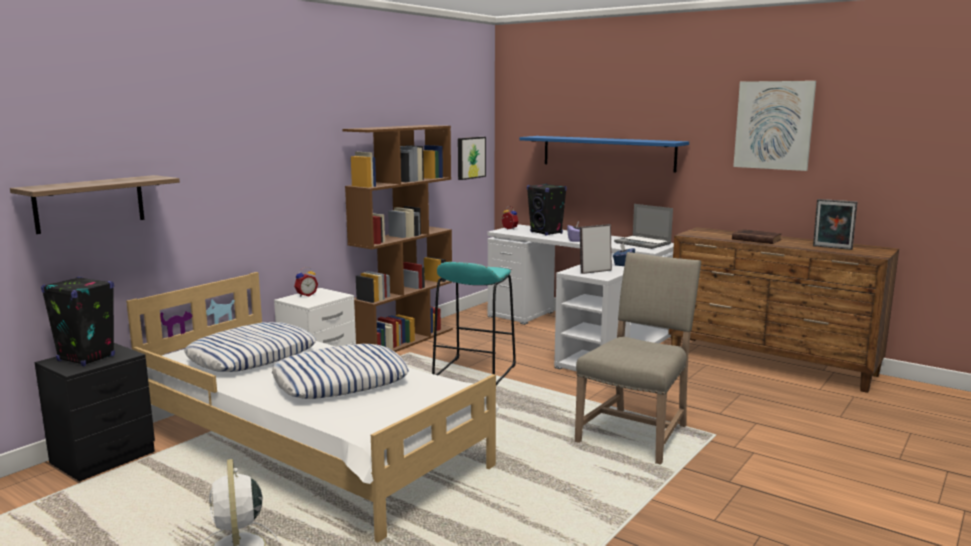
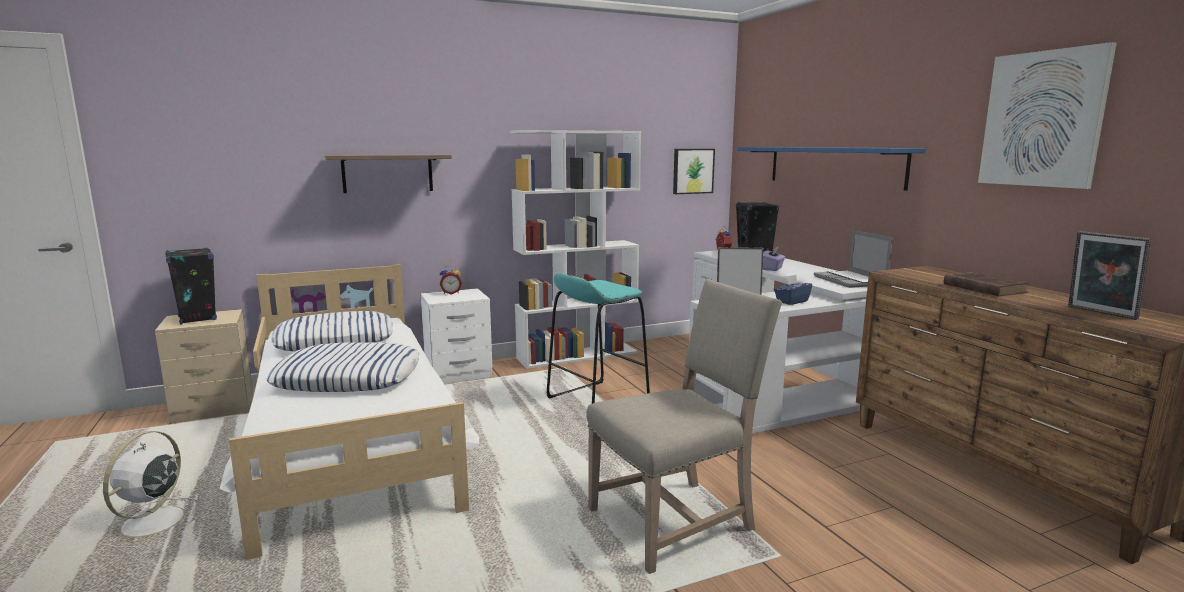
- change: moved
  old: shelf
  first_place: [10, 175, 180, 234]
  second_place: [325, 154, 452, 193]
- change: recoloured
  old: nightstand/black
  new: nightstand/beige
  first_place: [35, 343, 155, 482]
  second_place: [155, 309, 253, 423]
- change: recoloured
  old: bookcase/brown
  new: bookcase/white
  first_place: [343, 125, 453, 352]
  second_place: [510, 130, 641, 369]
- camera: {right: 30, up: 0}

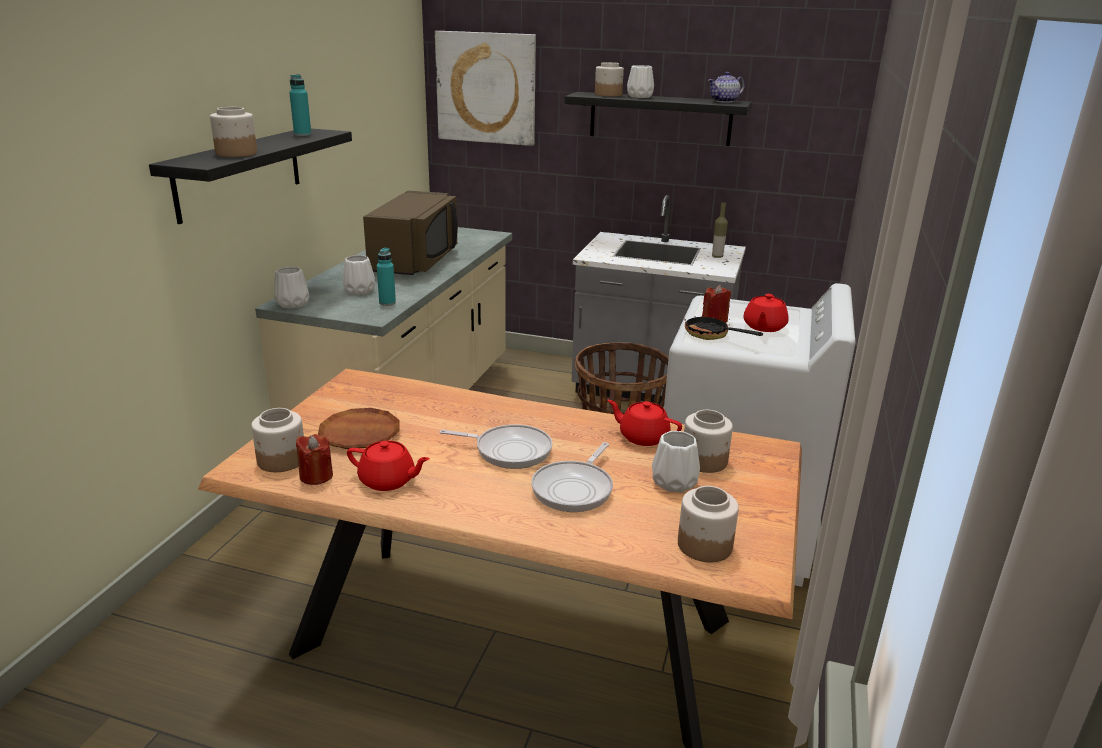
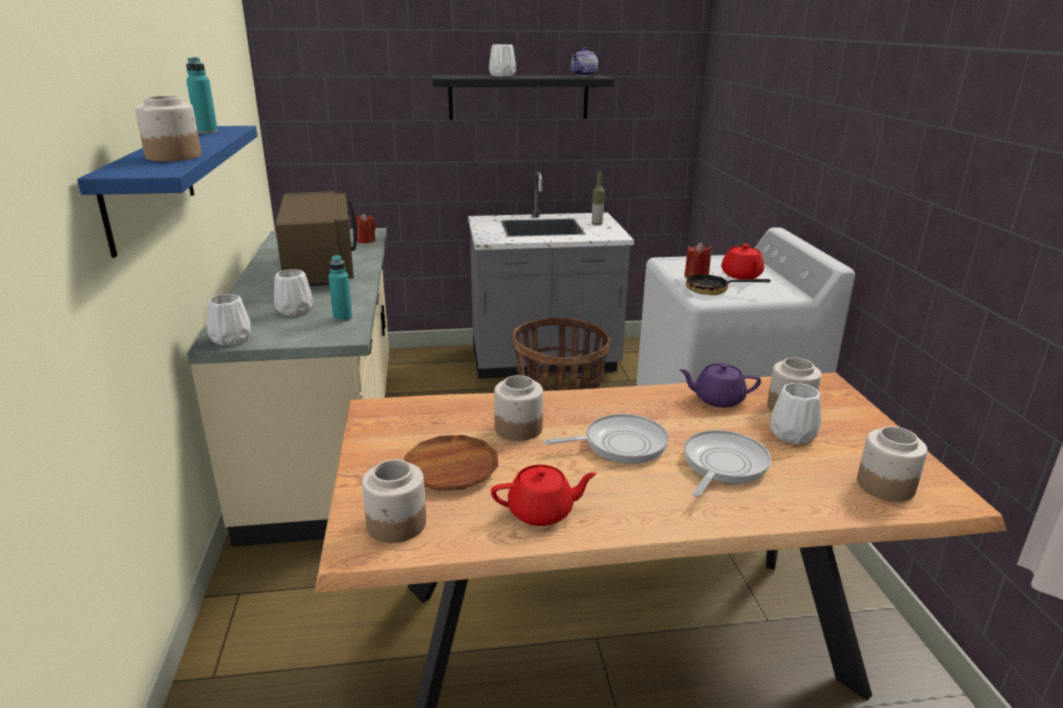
- change: recoloured
  old: shelf/black
  new: shelf/blue
  first_place: [149, 129, 352, 224]
  second_place: [77, 126, 257, 258]
- change: moved
  old: candle/red
  first_place: [296, 434, 333, 485]
  second_place: [355, 213, 376, 243]
- change: removed
  old: picture
  first_place: [435, 31, 536, 146]
- change: turned
  old: frying pan
  first_place: [531, 442, 613, 512]
  second_place: [684, 430, 771, 497]
  degrees: -150
- change: moved
  old: jar
  first_place: [595, 62, 624, 97]
  second_place: [494, 375, 543, 441]
- change: recoloured
  old: teapot/red
  new: teapot/purple
  first_place: [607, 400, 682, 446]
  second_place: [679, 363, 761, 408]
- camera: {right: -25, up: 0}

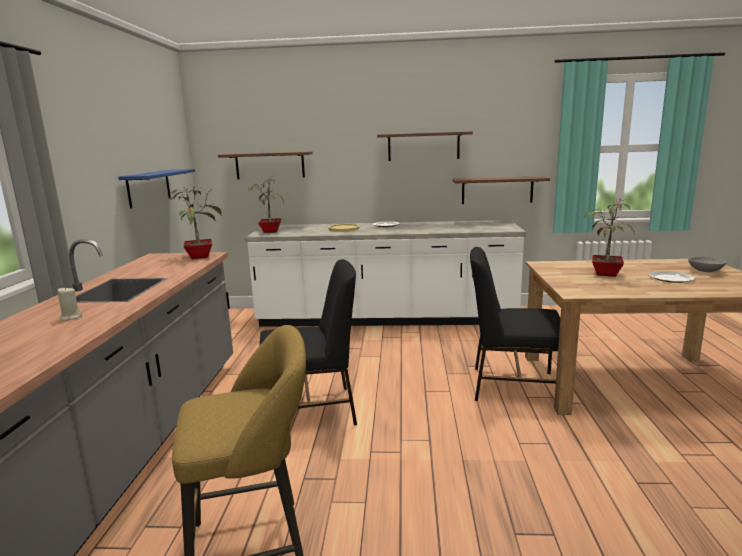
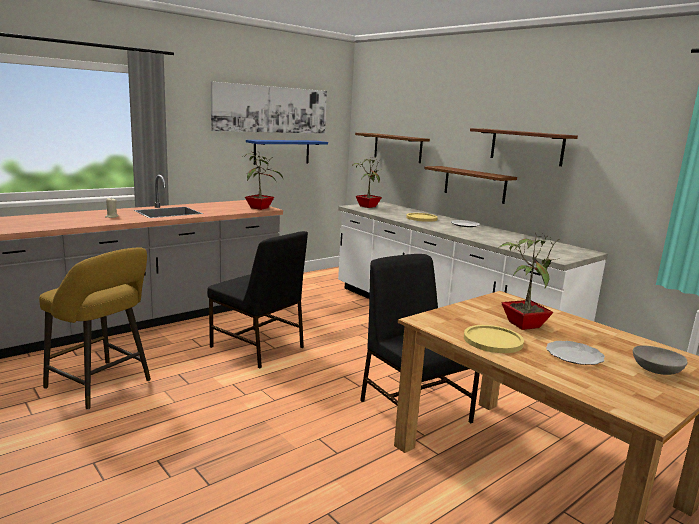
- change: moved
  old: shelf/brown
  first_place: [453, 176, 550, 204]
  second_place: [424, 166, 517, 204]
- change: added
  new: picture
  second_place: [211, 82, 327, 134]
- change: added
  new: plate/yellow
  second_place: [464, 325, 524, 353]
- camera: {right: 45, up: 0}

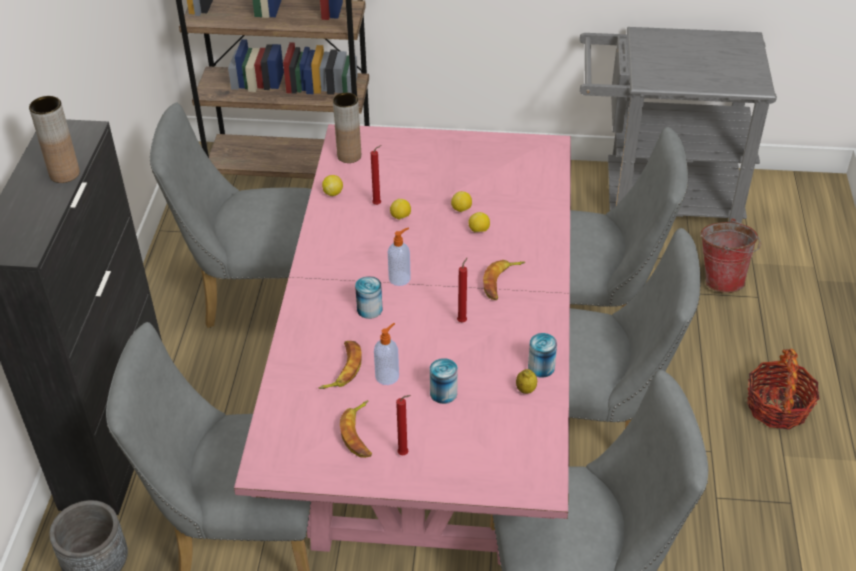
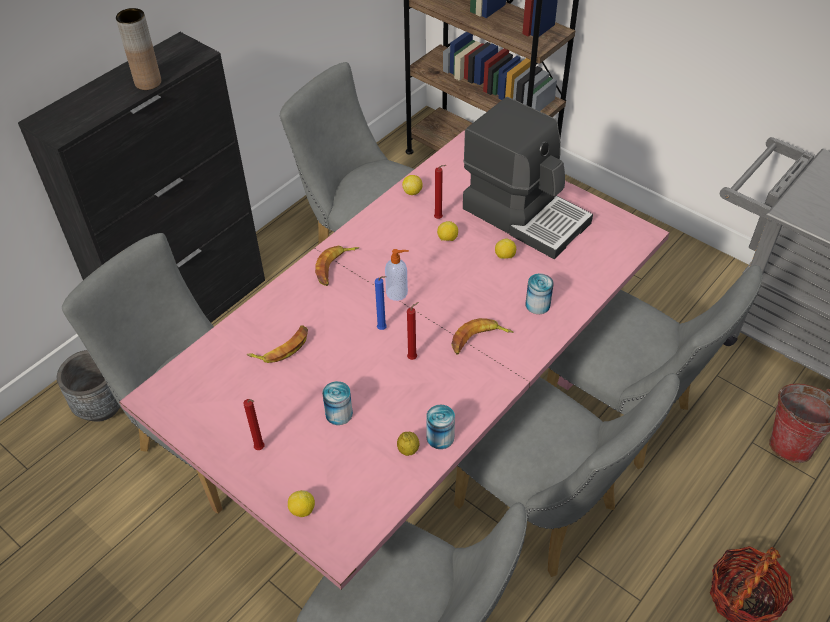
- change: removed
  old: vase/brown
  first_place: [333, 93, 361, 163]
- change: moved
  old: banana
  first_place: [340, 400, 372, 458]
  second_place: [315, 246, 359, 286]
- change: moved
  old: can
  first_place: [355, 276, 382, 319]
  second_place: [526, 273, 554, 314]
- change: removed
  old: soap dispenser
  first_place: [374, 323, 399, 385]
- change: moved
  old: lemon
  first_place: [468, 212, 490, 232]
  second_place: [288, 490, 315, 517]
- change: added
  new: candle/blue
  second_place: [375, 276, 387, 330]
- change: added
  new: coffee machine
  second_place: [463, 97, 593, 259]
- camera: {right: 35, up: 5}

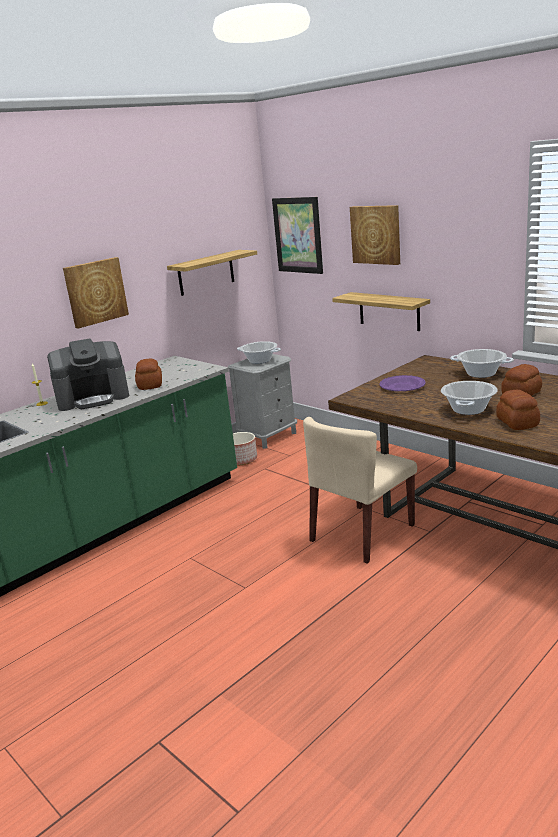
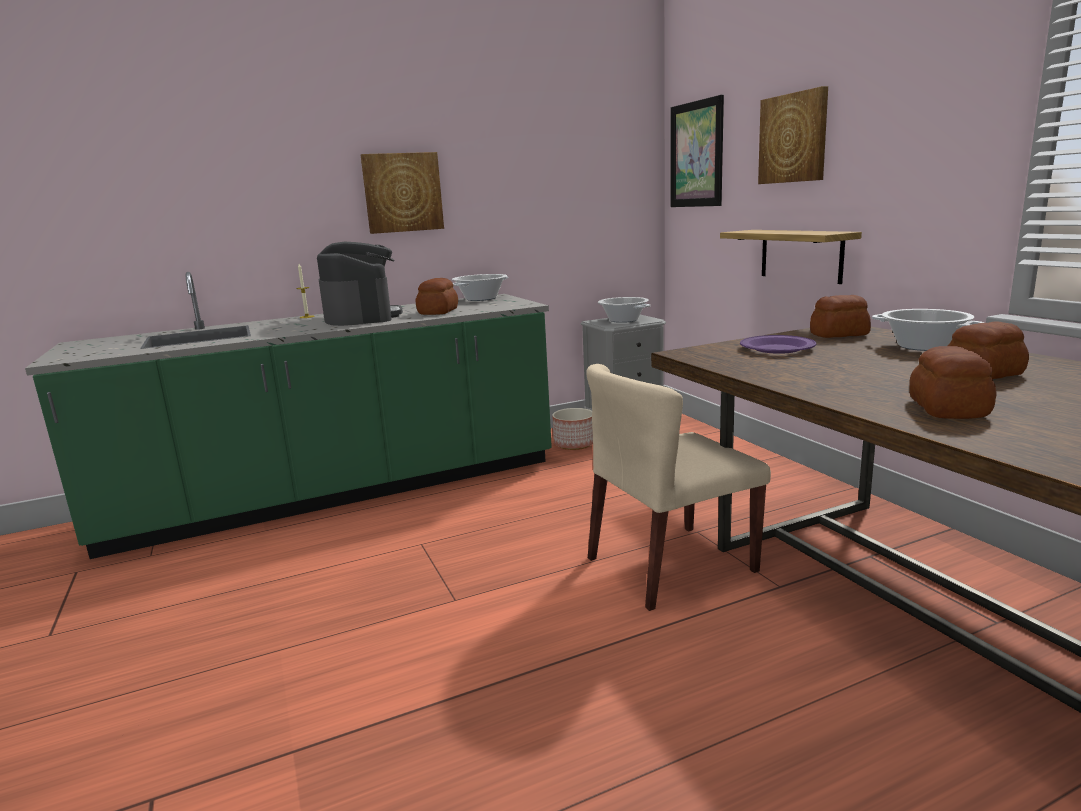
- change: turned
  old: coffee machine
  first_place: [47, 339, 129, 411]
  second_place: [317, 242, 403, 326]
  degrees: -105
- change: removed
  old: shelf
  first_place: [167, 250, 257, 296]
- change: moved
  old: cooking pot
  first_place: [441, 381, 498, 415]
  second_place: [452, 274, 508, 301]
- change: added
  new: bread
  second_place: [810, 295, 871, 338]
- camera: {right: 20, up: -5}

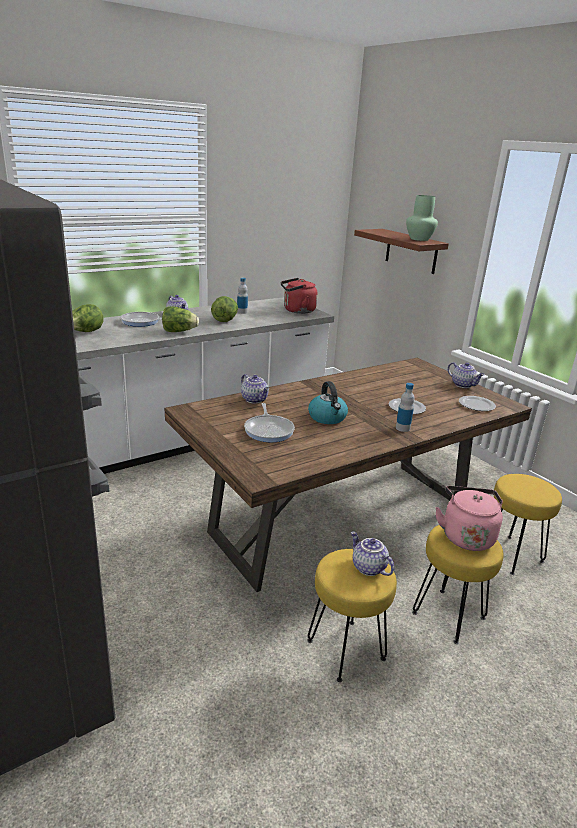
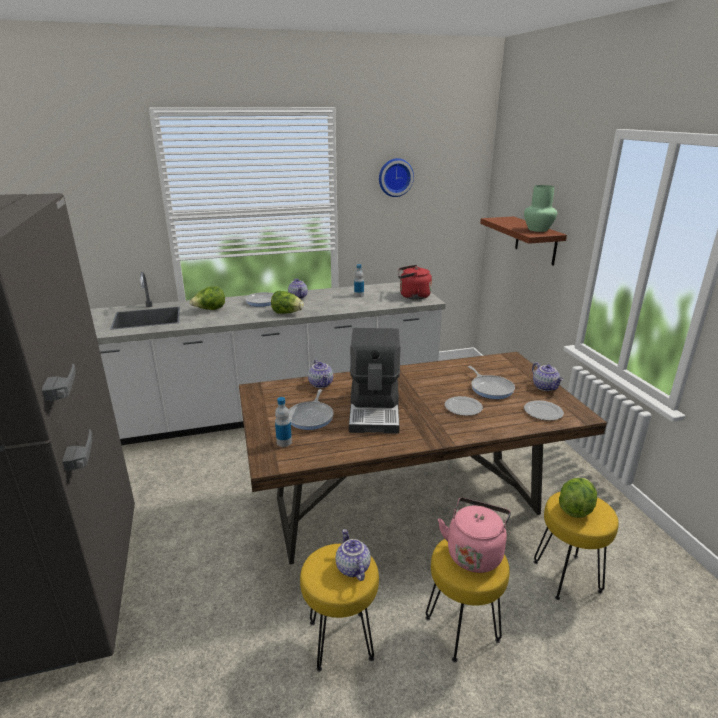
- change: moved
  old: lettuce
  first_place: [211, 296, 238, 322]
  second_place: [559, 478, 597, 518]
- change: replaced
  old: kettle
  new: coffee machine
  first_place: [308, 381, 348, 424]
  second_place: [349, 328, 400, 434]
- change: moved
  old: bottle
  first_place: [396, 383, 414, 432]
  second_place: [275, 397, 292, 447]
- change: added
  new: wall clock
  second_place: [379, 158, 414, 197]
- change: added
  new: frying pan
  second_place: [468, 366, 515, 399]
- camera: {right: 20, up: 0}

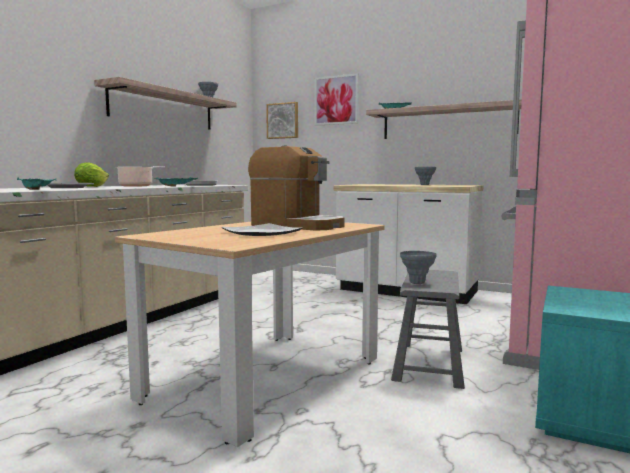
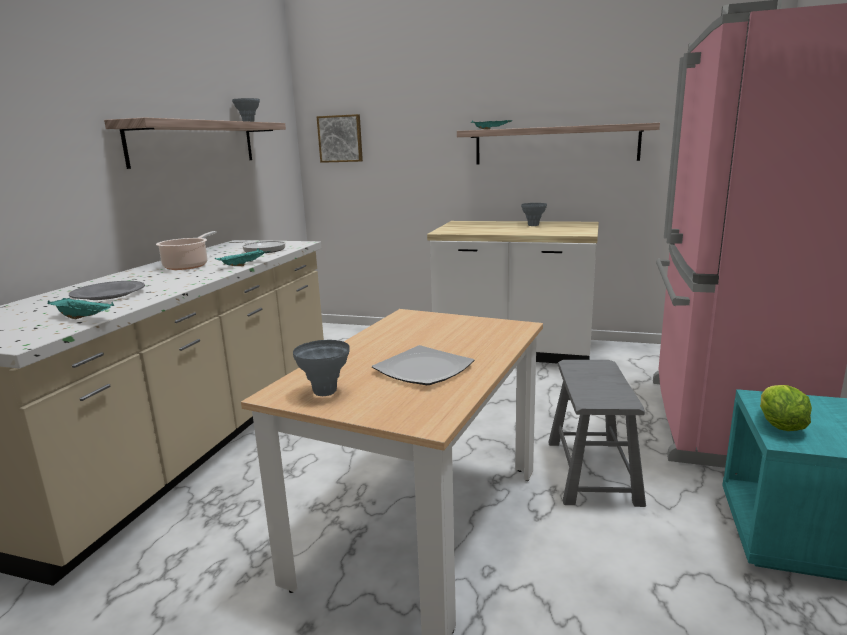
- change: moved
  old: lettuce
  first_place: [74, 162, 109, 187]
  second_place: [760, 385, 812, 431]
- change: removed
  old: coffee machine
  first_place: [248, 145, 344, 231]
- change: removed
  old: picture
  first_place: [314, 73, 359, 126]
- change: moved
  old: vase/grey
  first_place: [400, 251, 436, 284]
  second_place: [293, 340, 350, 396]
- camera: {right: -10, up: 10}

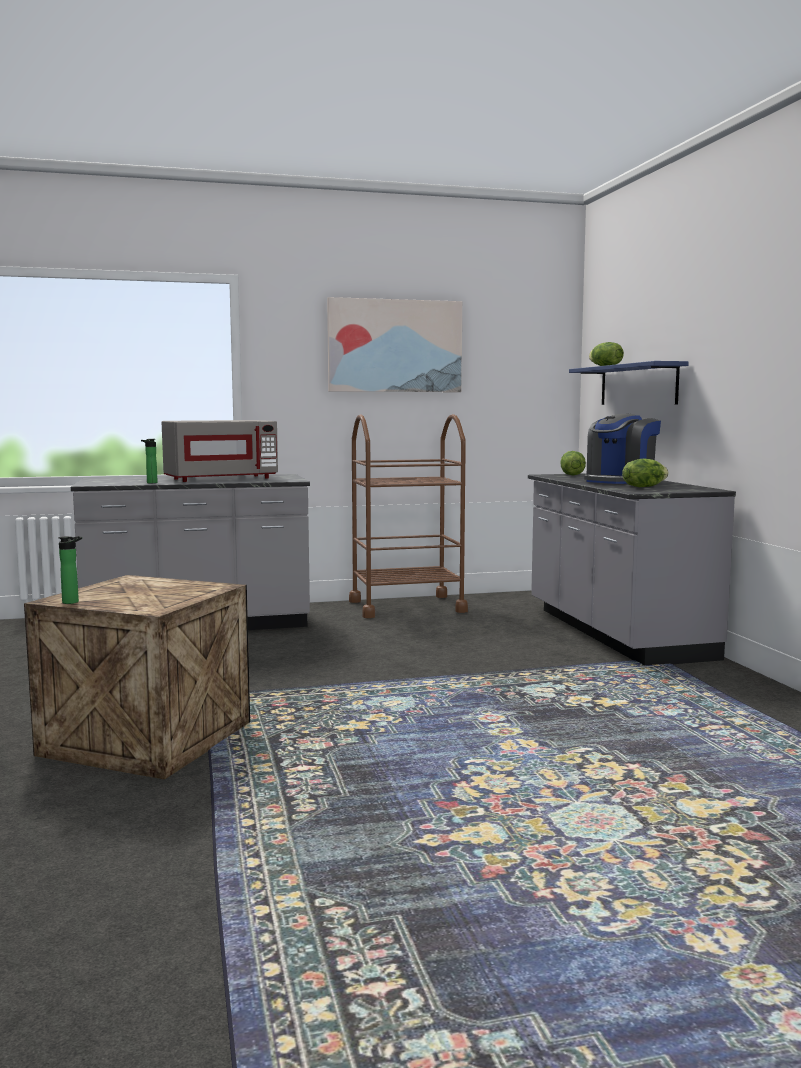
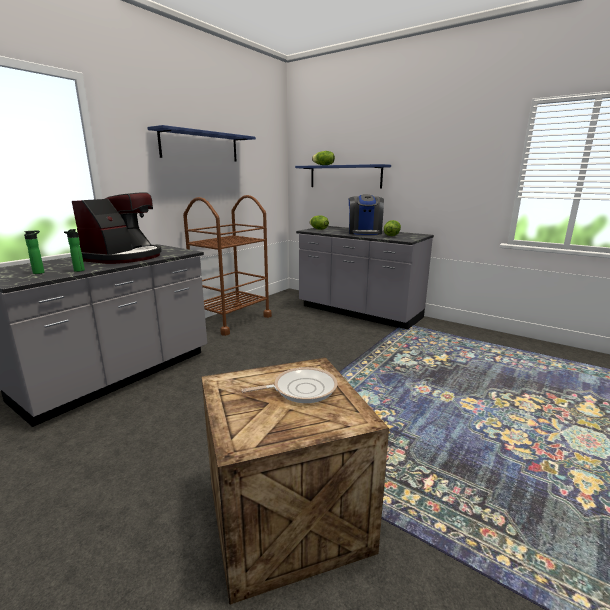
- change: moved
  old: bottle
  first_place: [58, 536, 82, 604]
  second_place: [24, 231, 44, 274]
- change: replaced
  old: microwave/grey
  new: coffee machine
  first_place: [162, 420, 278, 482]
  second_place: [72, 192, 162, 264]
- change: replaced
  old: picture
  new: shelf/blue
  first_place: [327, 297, 462, 392]
  second_place: [147, 125, 256, 161]
- change: added
  new: frying pan
  second_place: [241, 367, 338, 403]
- camera: {right: -40, up: 10}

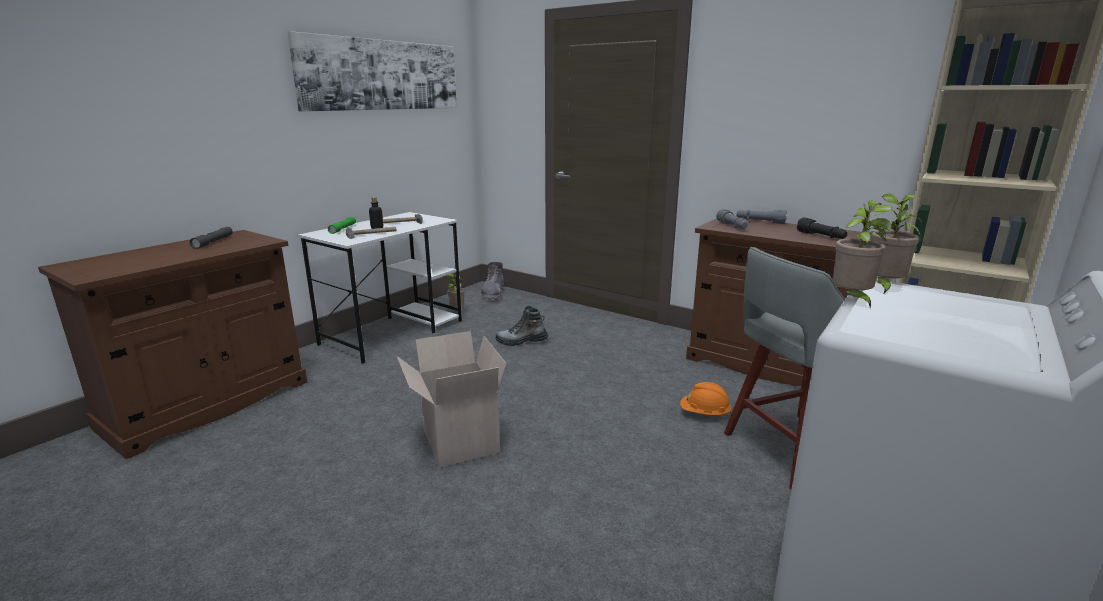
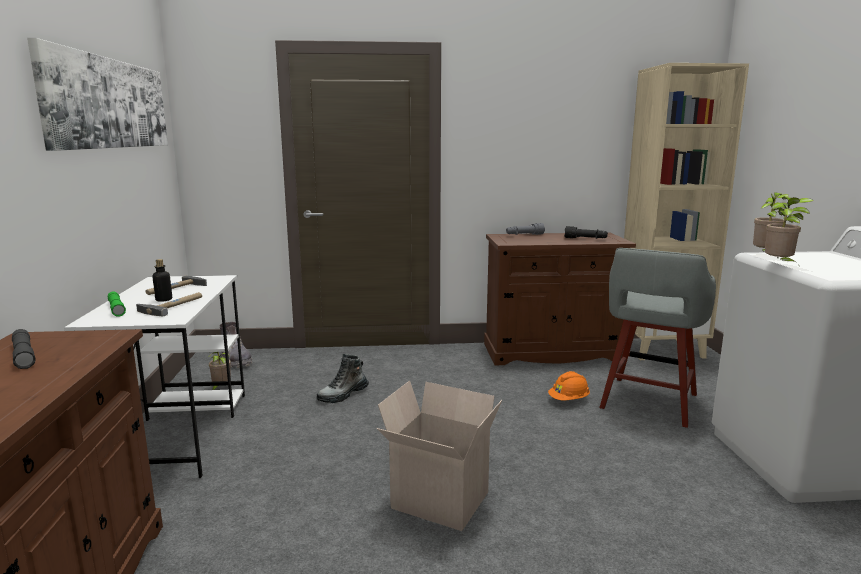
- change: removed
  old: flashlight/grey
  first_place: [717, 209, 748, 229]
- camera: {right: -40, up: -5}

